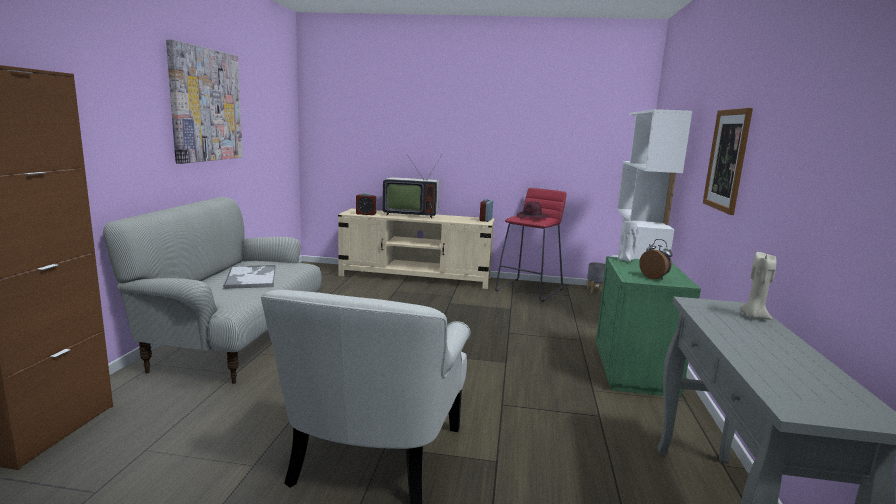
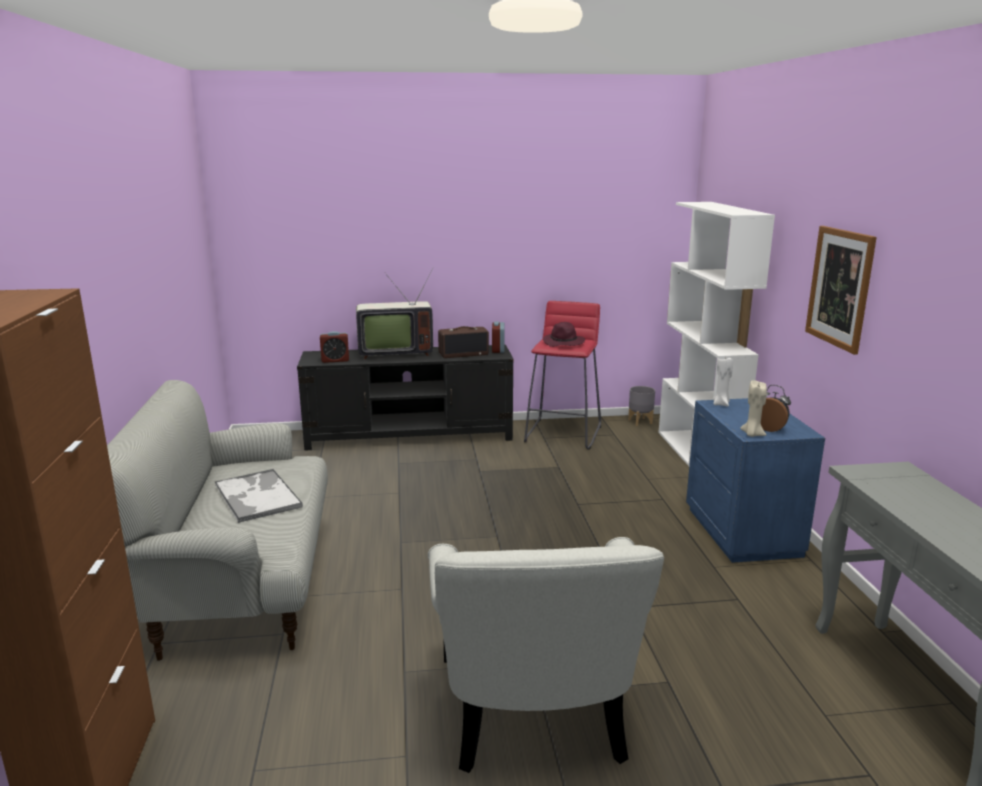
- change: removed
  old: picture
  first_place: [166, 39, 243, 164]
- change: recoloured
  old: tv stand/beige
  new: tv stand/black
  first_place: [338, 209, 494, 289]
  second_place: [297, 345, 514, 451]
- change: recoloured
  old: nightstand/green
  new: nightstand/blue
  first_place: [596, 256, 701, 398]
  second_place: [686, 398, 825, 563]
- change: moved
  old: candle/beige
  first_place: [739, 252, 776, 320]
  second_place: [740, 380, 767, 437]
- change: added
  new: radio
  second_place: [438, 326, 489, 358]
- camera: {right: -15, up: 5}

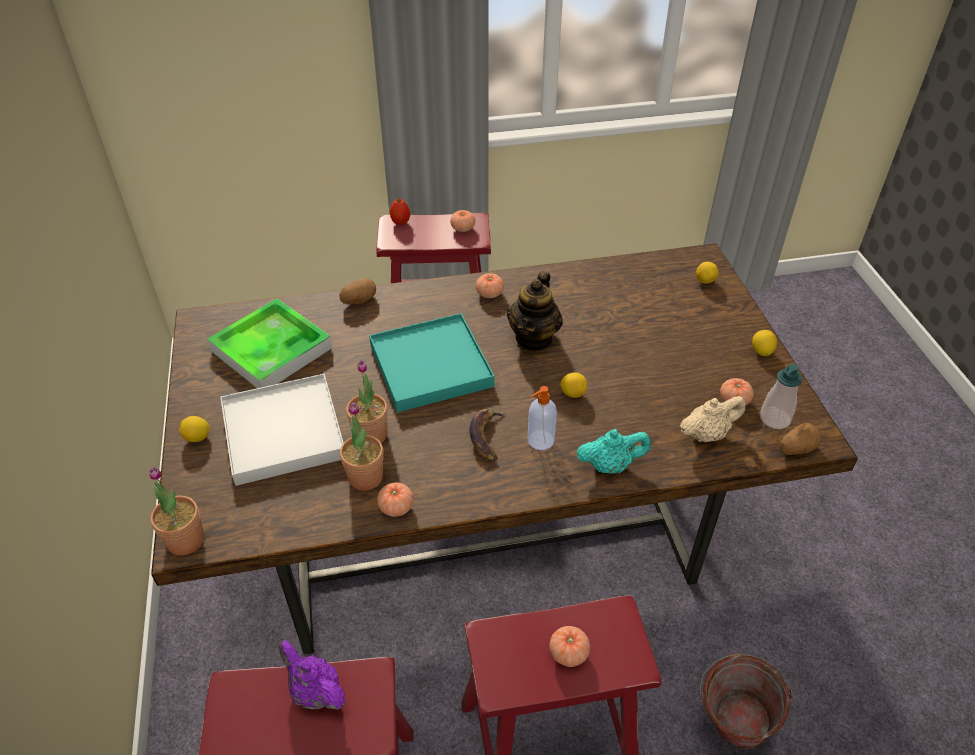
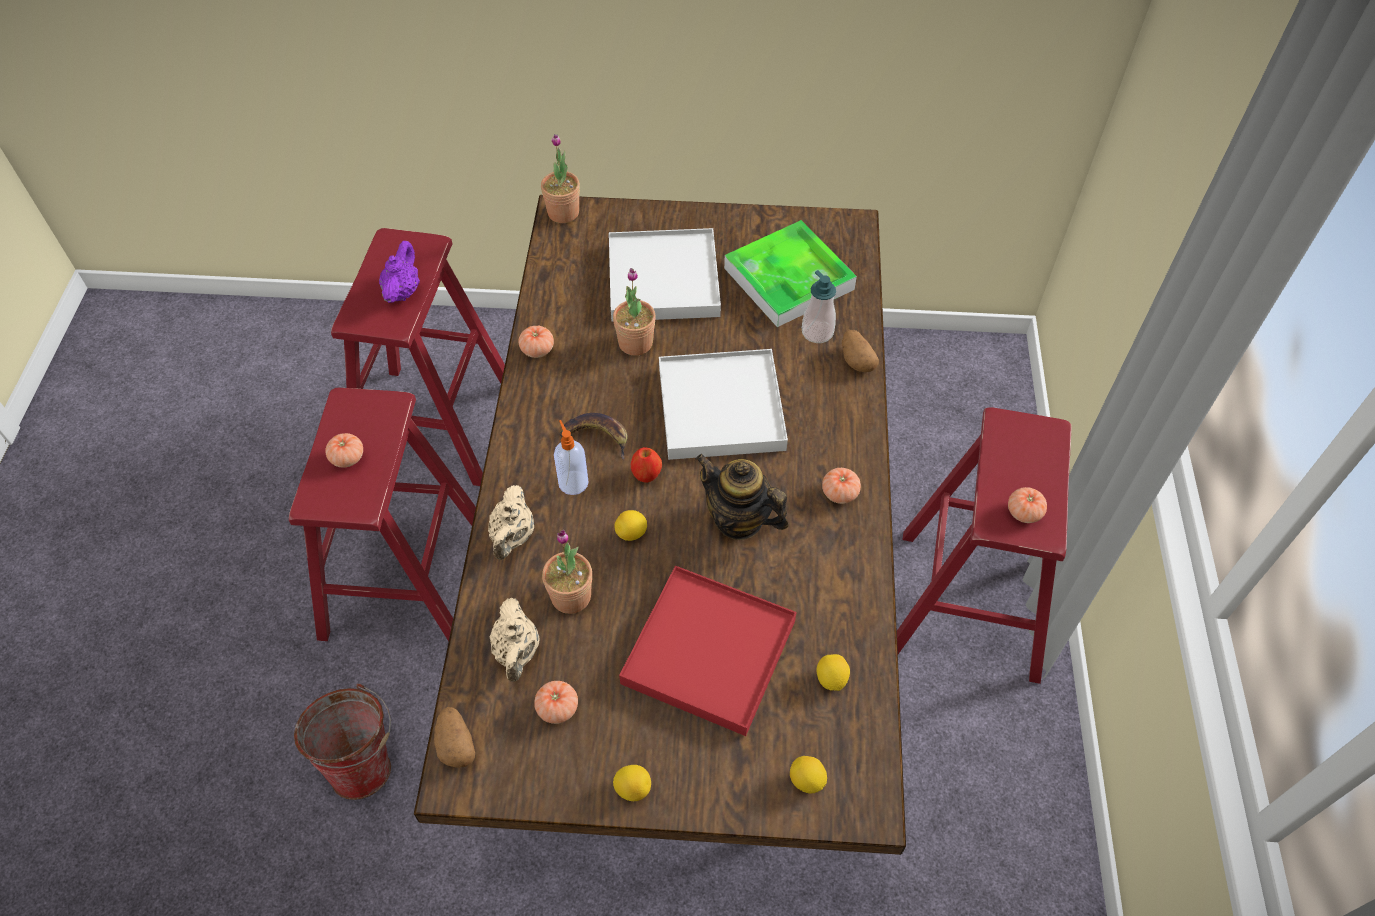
- change: moved
  old: lemon
  first_place: [179, 416, 210, 442]
  second_place: [817, 654, 850, 691]
- change: turned
  old: teapot/purple
  first_place: [279, 640, 346, 710]
  second_place: [379, 241, 420, 303]
  degrees: -45
- change: moved
  old: potted plant
  first_place: [340, 402, 383, 491]
  second_place: [542, 530, 592, 614]
- change: recoloured
  old: tray/turquoise
  new: tray/white
  first_place: [369, 313, 495, 412]
  second_place: [659, 349, 788, 460]
- change: moved
  old: apple
  first_place: [390, 199, 410, 225]
  second_place: [631, 447, 662, 483]
- change: recoloured
  old: teapot/turquoise
  new: teapot/beige
  first_place: [576, 429, 651, 473]
  second_place: [488, 485, 534, 560]
- change: moved
  old: soap dispenser
  first_place: [760, 364, 802, 429]
  second_place: [802, 270, 836, 343]
- change: added
  new: tray/red
  second_place: [619, 566, 797, 736]
- camera: {right: 105, up: 10}

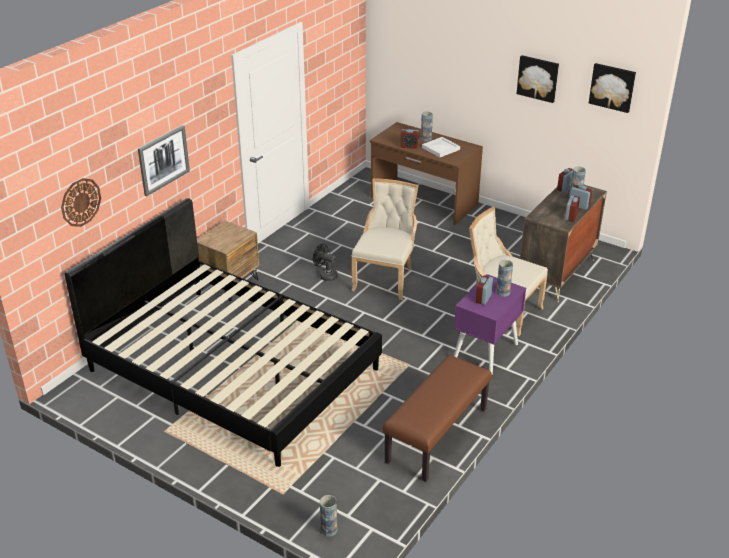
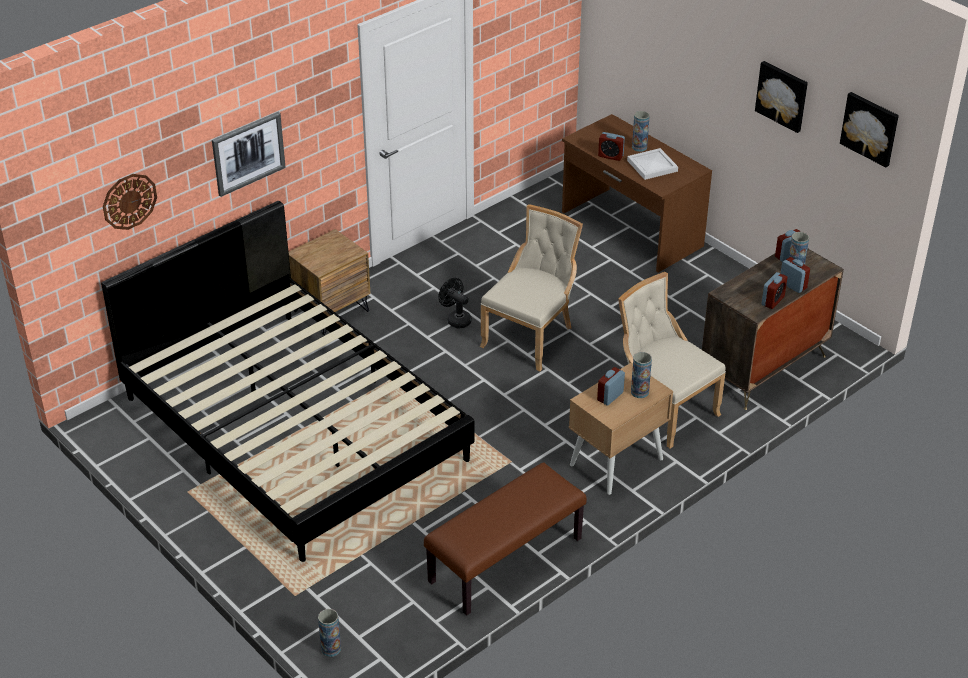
- change: recoloured
  old: nightstand/purple
  new: nightstand/beige
  first_place: [454, 274, 526, 374]
  second_place: [569, 363, 673, 495]
- camera: {right: 15, up: 5}

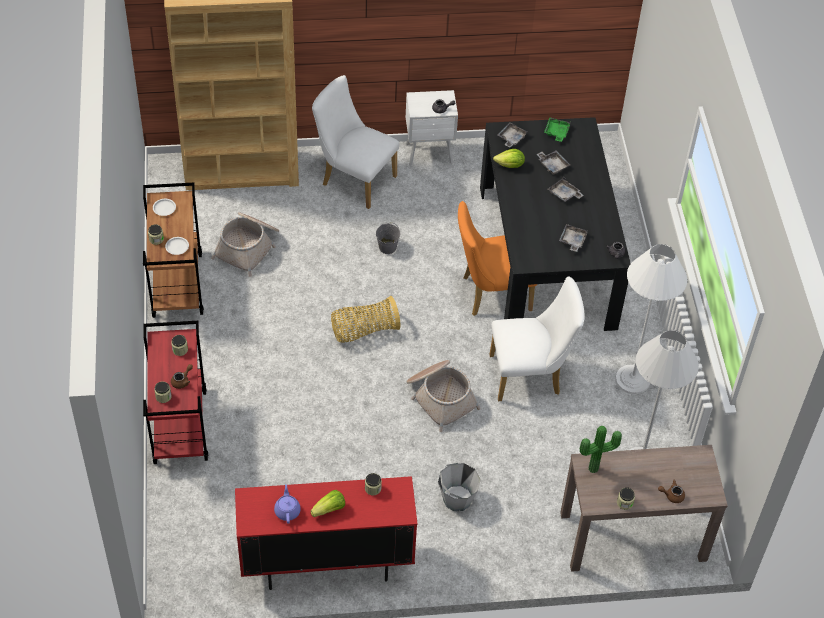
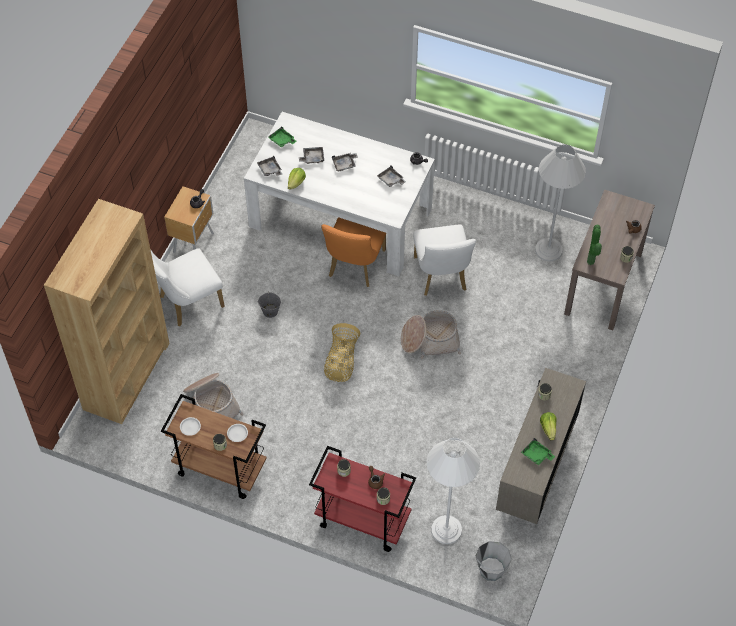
- change: recoloured
  old: cabinet/red
  new: cabinet/beige
  first_place: [235, 476, 417, 590]
  second_place: [496, 368, 586, 524]
- change: replaced
  old: teapot/purple
  new: tray/green
  first_place: [274, 484, 301, 524]
  second_place: [521, 438, 555, 465]
- change: recoloured
  old: nightstand/white
  new: nightstand/brown
  first_place: [406, 90, 458, 166]
  second_place: [164, 186, 214, 253]
- change: moved
  old: bucket/grey
  first_place: [438, 463, 481, 511]
  second_place: [476, 541, 512, 581]
- change: recoloured
  old: dining table/black
  new: dining table/white
  first_place: [480, 117, 631, 331]
  second_place: [244, 112, 435, 276]
- change: turned
  old: chair/white
  first_place: [489, 276, 585, 401]
  second_place: [413, 224, 476, 296]
  degrees: 150
- change: moved
  old: floor lamp/white
  first_place: [615, 244, 687, 394]
  second_place: [427, 438, 480, 544]
- camera: {right: -60, up: 5}

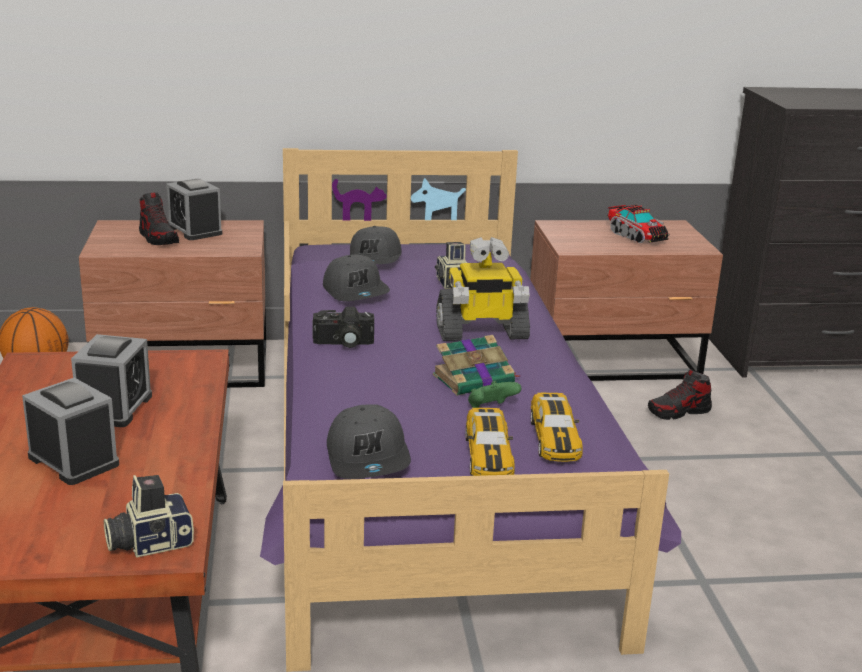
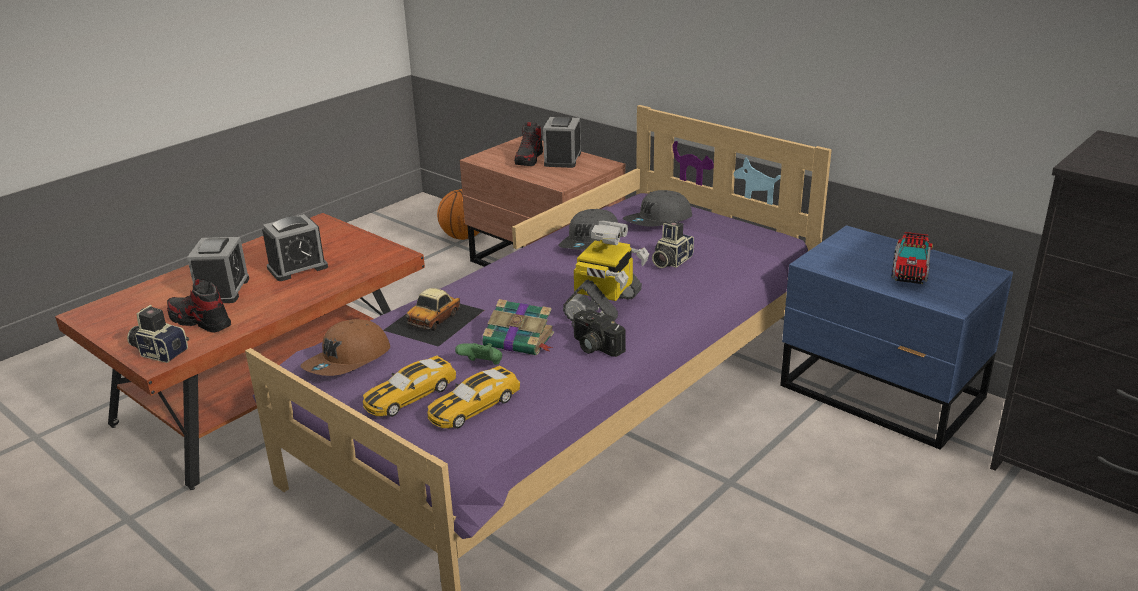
- change: moved
  old: photo camera
  first_place: [313, 307, 374, 348]
  second_place: [572, 310, 626, 357]
- change: recoloured
  old: cap/grey
  new: cap/brown
  first_place: [327, 405, 411, 479]
  second_place: [301, 319, 390, 376]
- change: turned
  old: toy robot
  first_place: [436, 237, 530, 341]
  second_place: [563, 221, 649, 321]
  degrees: -105
- change: recoloured
  old: nightstand/brown
  new: nightstand/blue
  first_place: [530, 220, 723, 381]
  second_place: [780, 225, 1013, 450]
- change: moved
  old: shoe
  first_place: [648, 369, 712, 420]
  second_place: [167, 279, 231, 333]
- change: added
  new: toy car
  second_place: [383, 288, 484, 347]
- camera: {right: 50, up: 5}

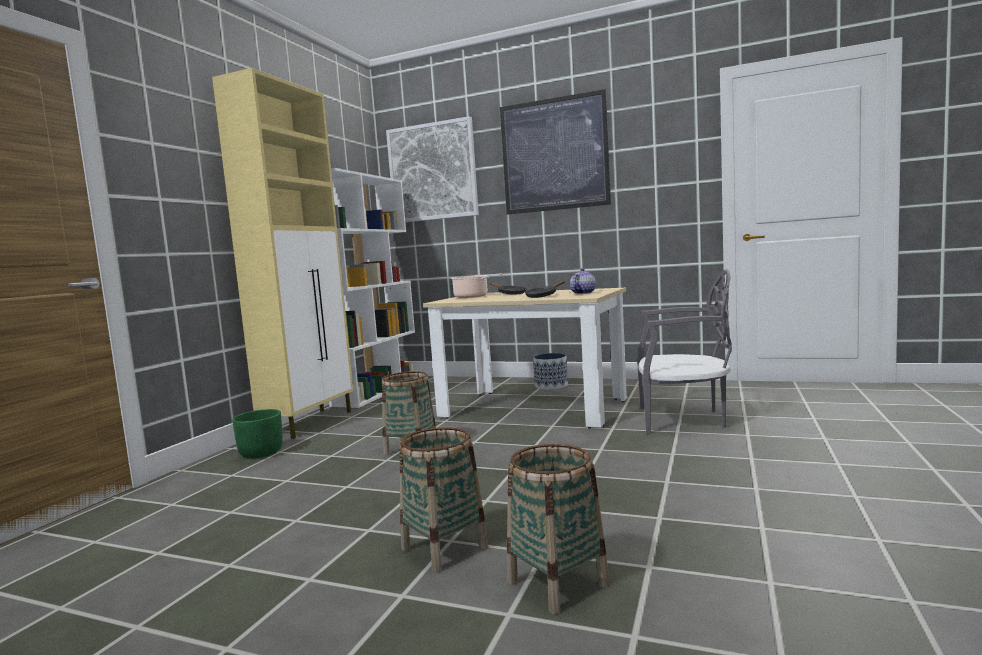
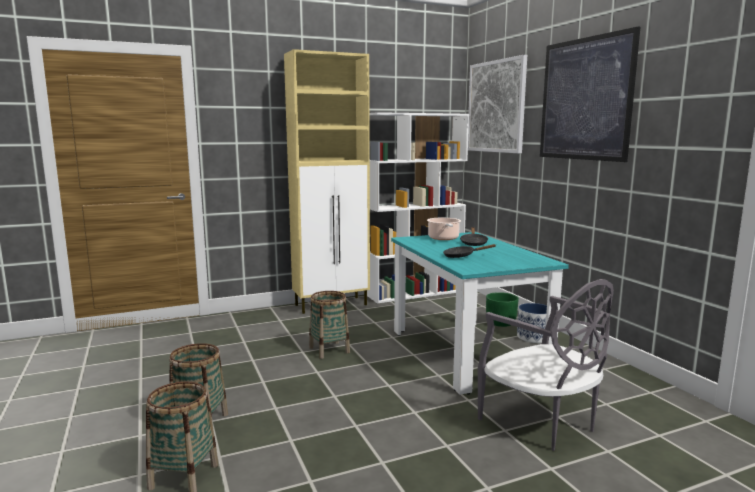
- change: moved
  old: planter/green
  first_place: [232, 409, 283, 459]
  second_place: [486, 292, 519, 327]
- change: recoloured
  old: dining table/beige
  new: dining table/turquoise
  first_place: [423, 288, 627, 429]
  second_place: [391, 232, 569, 395]
- change: removed
  old: teapot
  first_place: [570, 268, 596, 294]
- camera: {right: 45, up: 5}

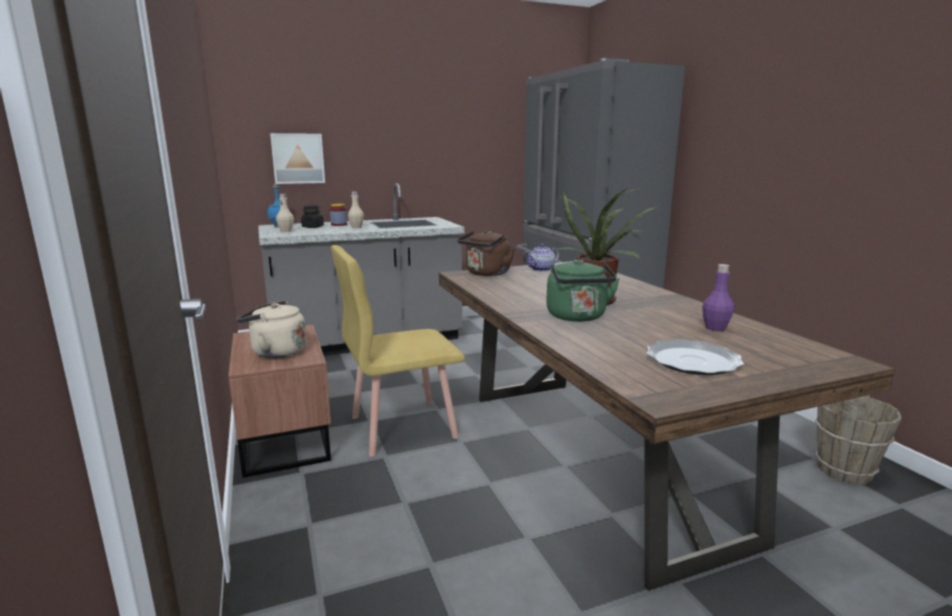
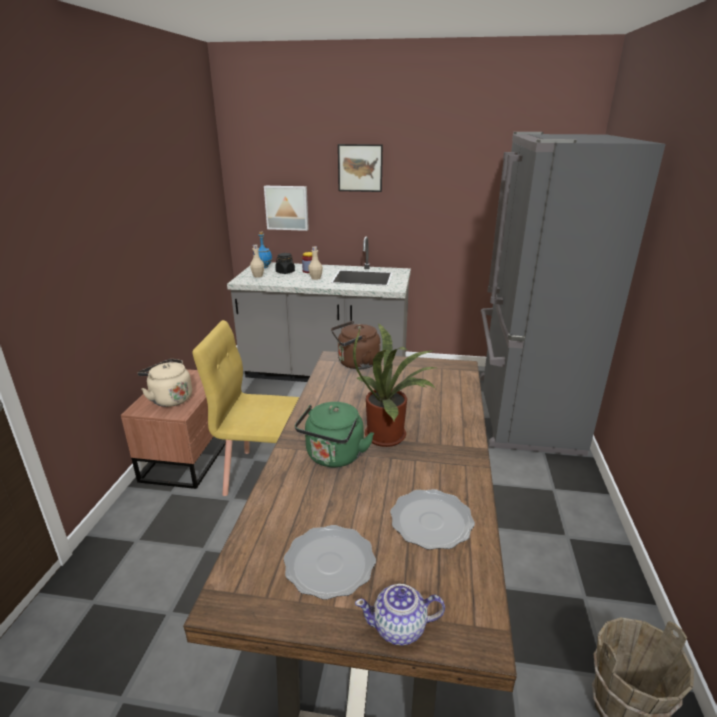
- change: moved
  old: teapot
  first_place: [524, 244, 559, 272]
  second_place: [355, 584, 445, 646]
- change: replaced
  old: bottle/purple
  new: plate
  first_place: [702, 264, 734, 331]
  second_place: [390, 489, 475, 550]
- change: added
  new: picture
  second_place: [338, 144, 383, 192]
- camera: {right: 30, up: 10}

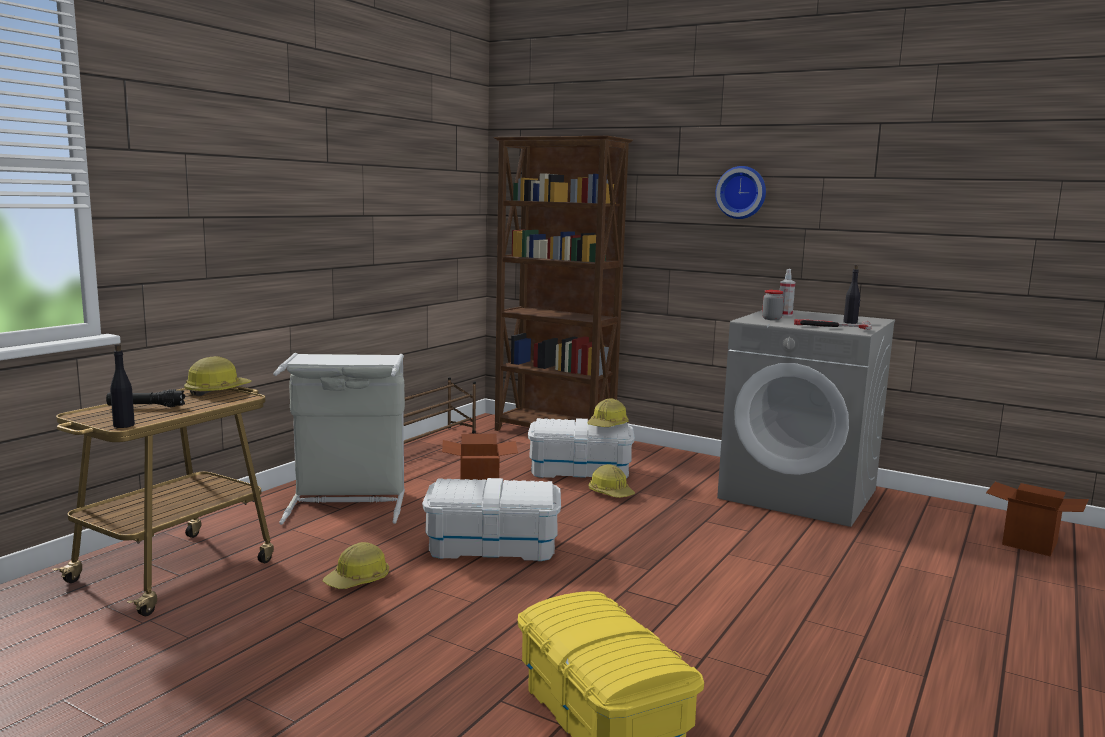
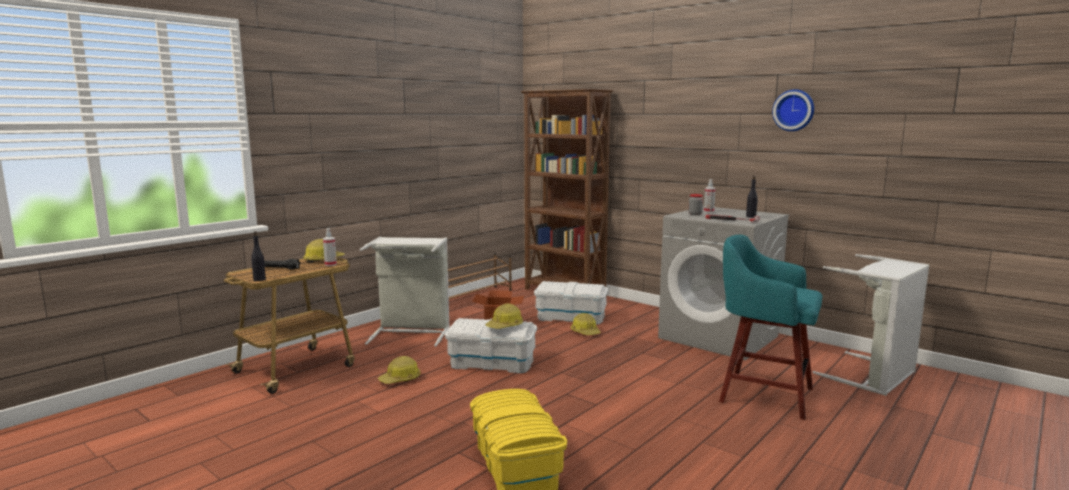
- change: moved
  old: hard hat
  first_place: [587, 398, 629, 427]
  second_place: [486, 303, 523, 329]
- change: moved
  old: wall clock
  first_place: [715, 166, 766, 219]
  second_place: [772, 89, 814, 131]
- change: replaced
  old: cardboard box
  new: laundry basket/grey
  first_place: [986, 482, 1089, 557]
  second_place: [813, 254, 929, 396]
- change: added
  new: spray bottle
  second_place: [323, 228, 337, 266]
- change: added
  new: stool/turquoise
  second_place: [719, 235, 823, 420]
- camera: {right: 10, up: 0}

